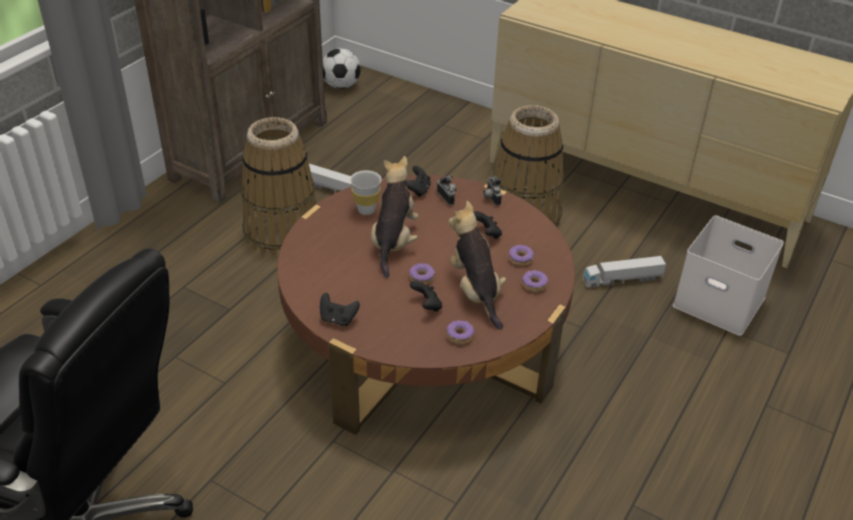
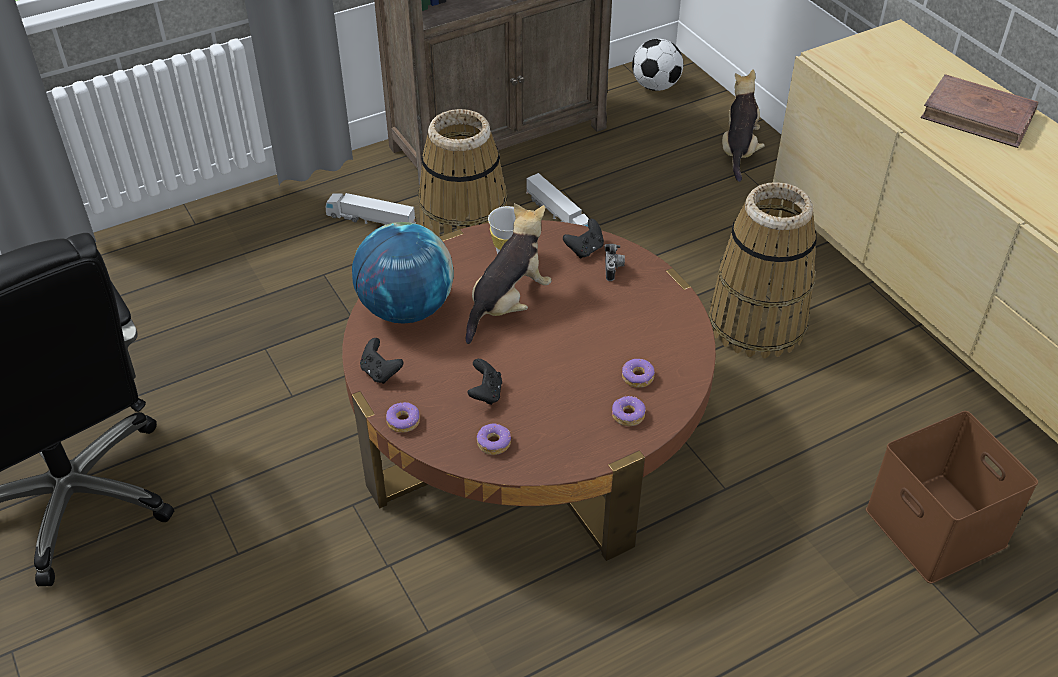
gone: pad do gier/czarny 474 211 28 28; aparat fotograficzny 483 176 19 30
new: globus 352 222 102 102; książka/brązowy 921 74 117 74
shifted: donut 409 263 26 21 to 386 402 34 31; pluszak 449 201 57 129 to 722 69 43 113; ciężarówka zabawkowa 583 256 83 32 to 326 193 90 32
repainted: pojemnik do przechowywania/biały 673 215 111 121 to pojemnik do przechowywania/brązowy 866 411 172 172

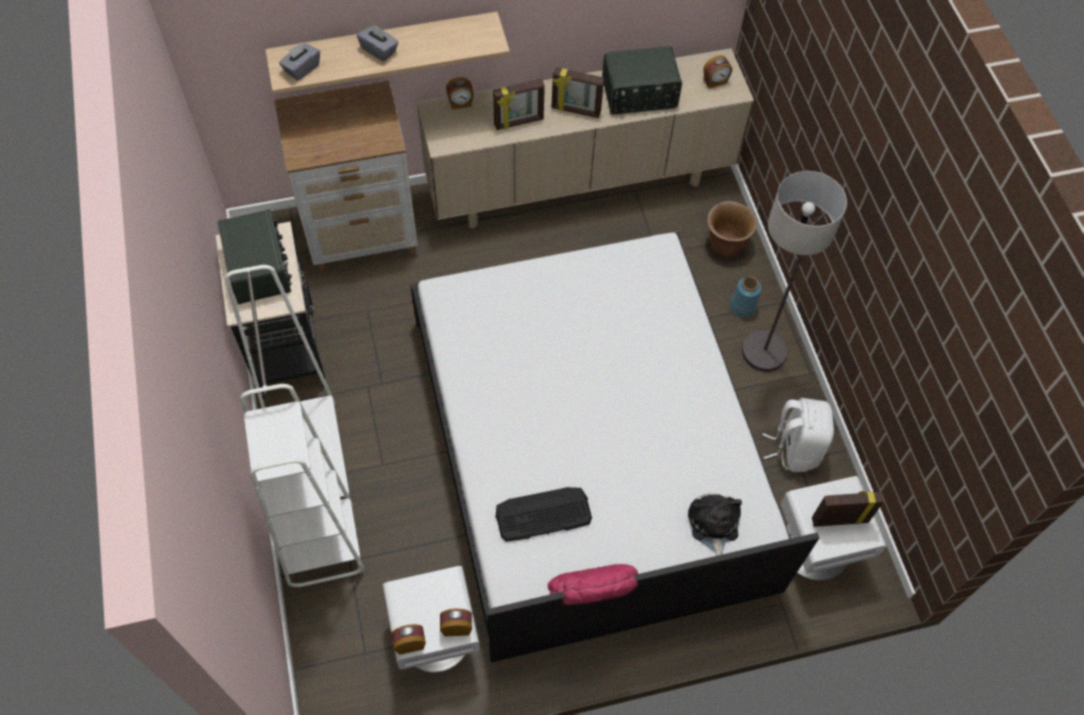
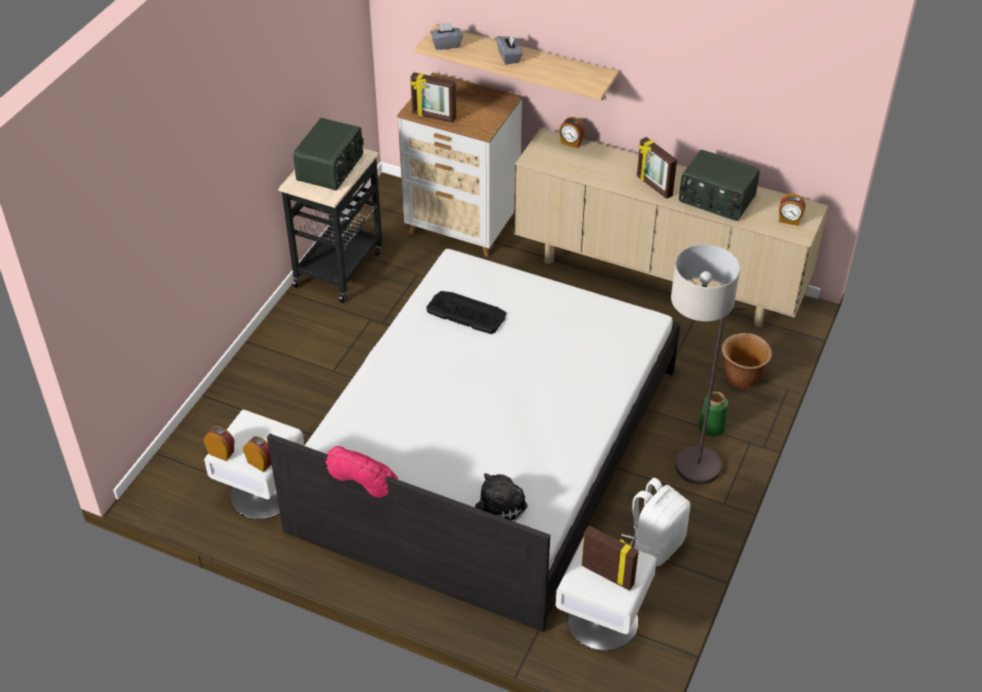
gone: wieszak/biały 225 265 139 322
shifted: ramka na zdjęcie 493 79 52 51 to 410 72 46 51; klawiatura 495 487 97 55 to 426 291 80 43
repainted: wazon/niebieski 730 277 31 41 to wazon/zielony 699 392 29 44

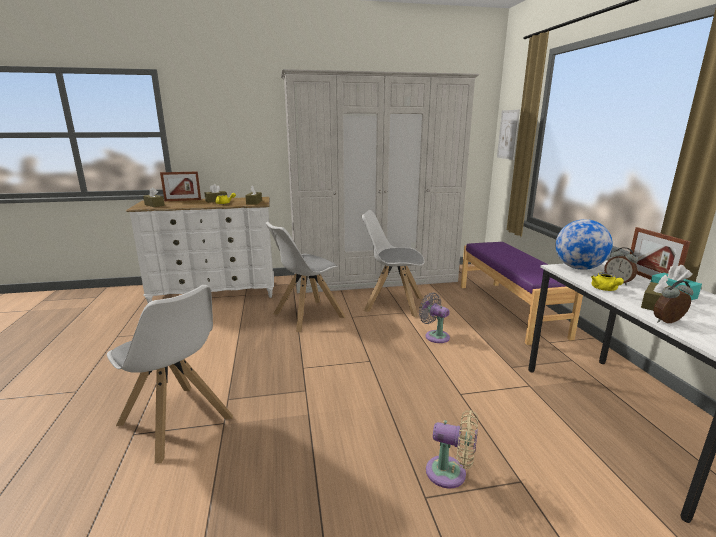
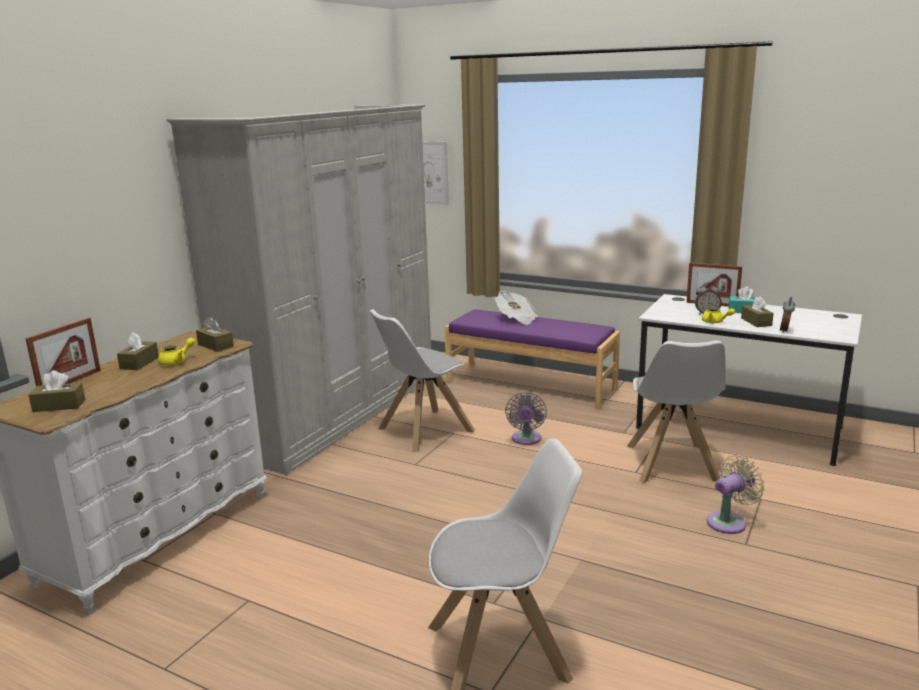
gone: globus 556 219 57 51
new: gazeta 495 291 43 34
shifted: krzesło 266 222 80 110 to 627 340 99 143
rotated: wentylator/szary 419 293 31 50 = 505 392 42 53 75 degrees counterclockwise

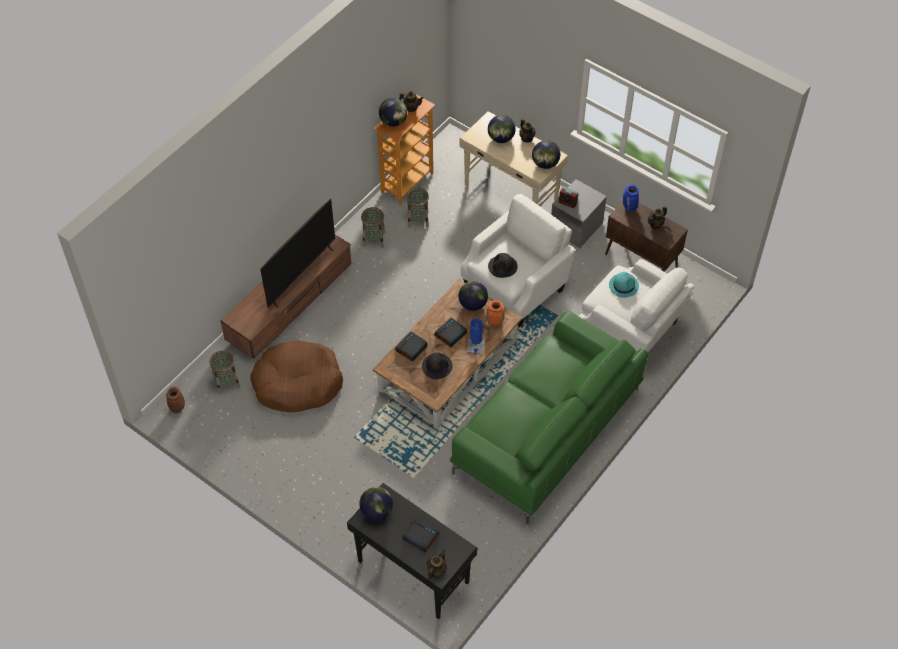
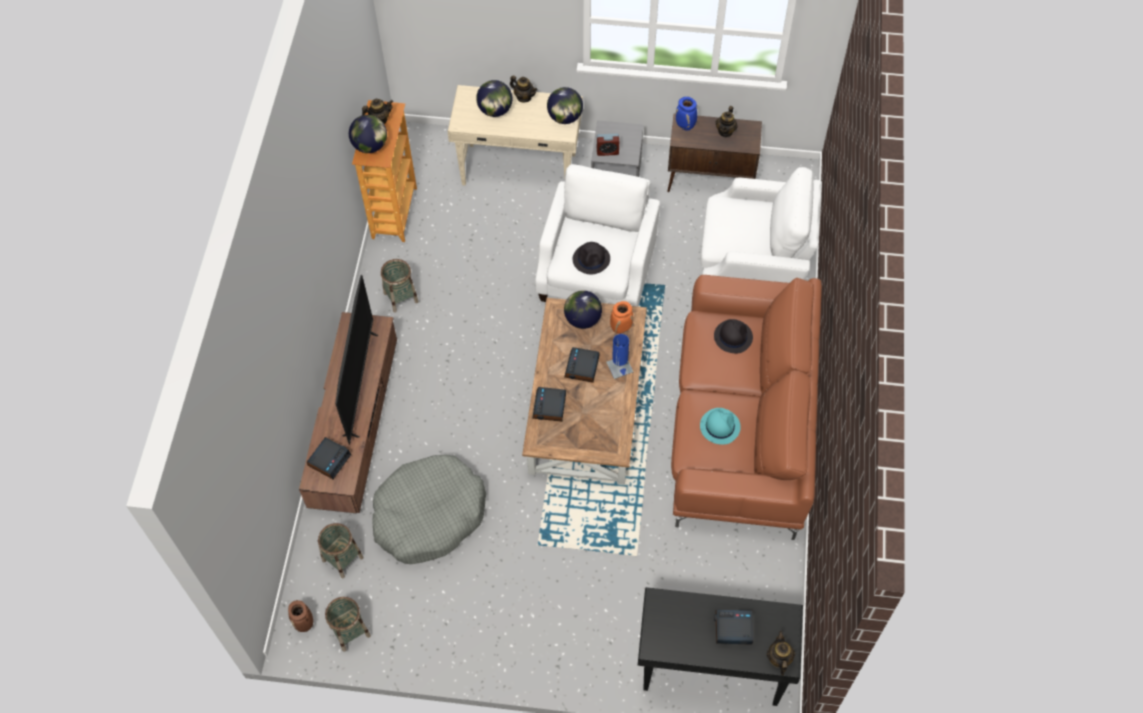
gone: globus 359 487 34 34
new: budzik 307 437 44 42
shifted: koszyk 406 188 23 40 to 325 597 46 55; kapelusz/czarny 422 352 31 27 to 714 319 39 34; kapelusz/turkusowy 609 272 30 26 to 700 408 41 37
repainted: legowisko/brązowy 250 340 93 72 to legowisko/szary 372 455 114 109; kanapa/zielony 450 311 198 213 to kanapa/brązowy 671 275 151 265

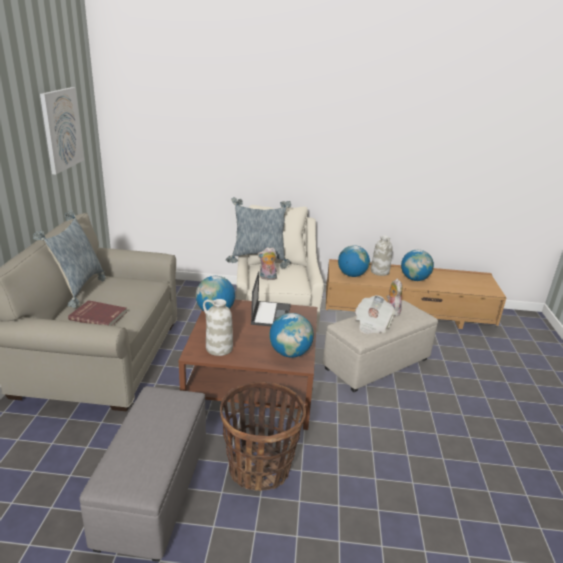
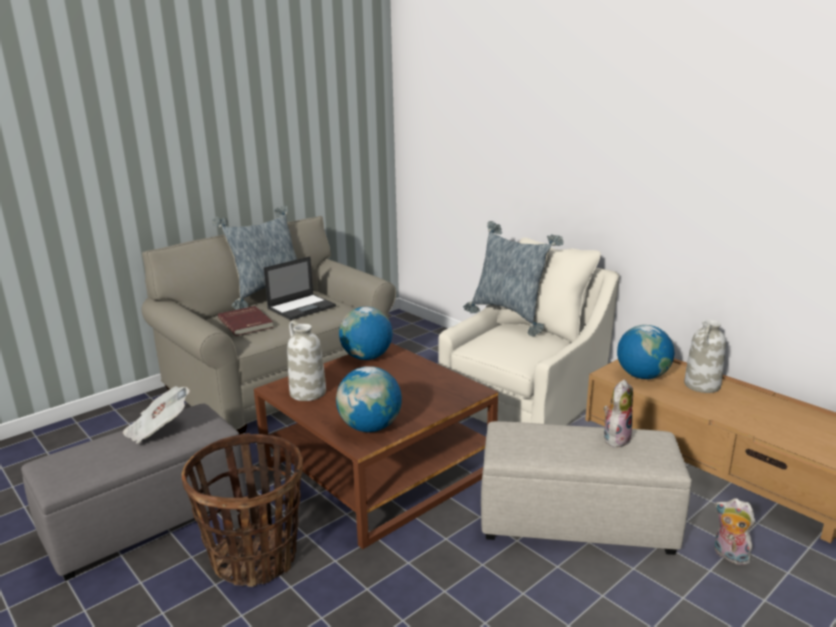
gone: obraz 40 87 44 88; globus 401 250 33 31
shifted: laptop 251 271 40 55 to 264 256 72 64; pluszak 258 247 19 33 to 715 498 40 67; gazeta 355 295 40 39 to 123 386 67 58

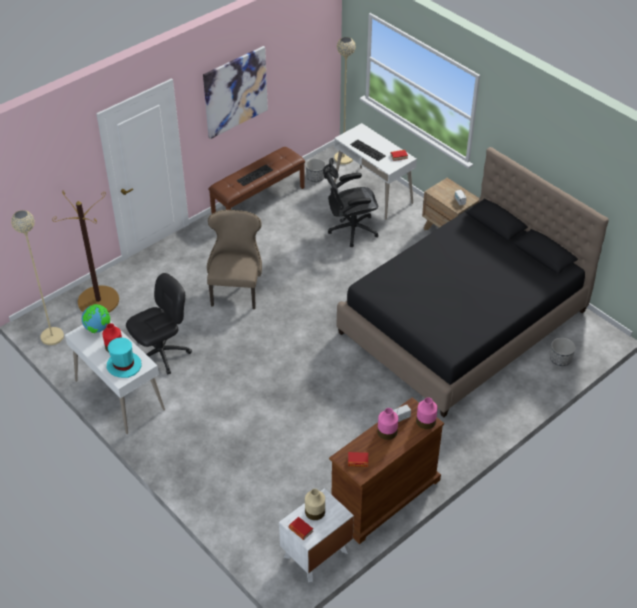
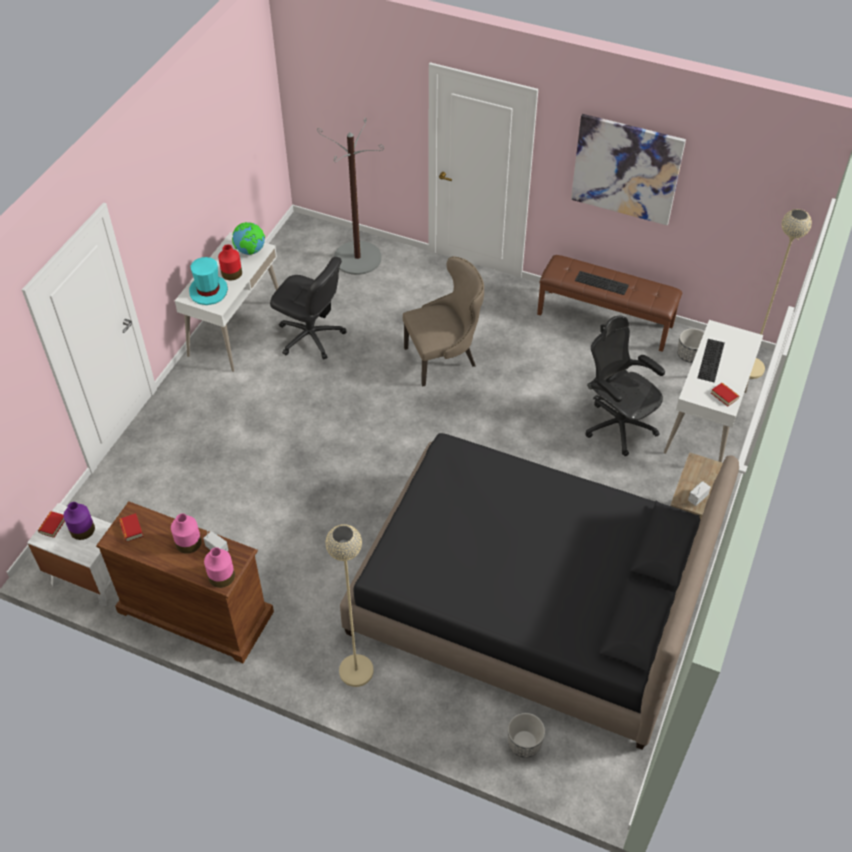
shifted: lampa stojąca/beżowy 11 210 53 135 to 326 524 48 163
repainted: wieszak/brązowy 52 190 67 122 to wieszak/szary 317 117 67 158; wazon/beżowy 305 489 20 31 to wazon/fioletowy 63 502 32 38

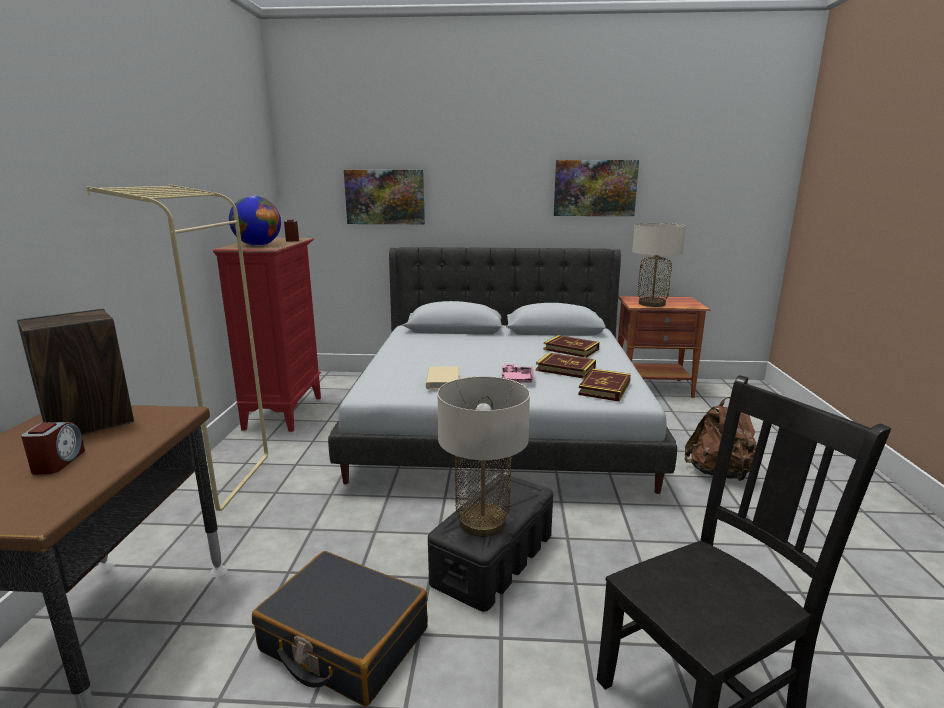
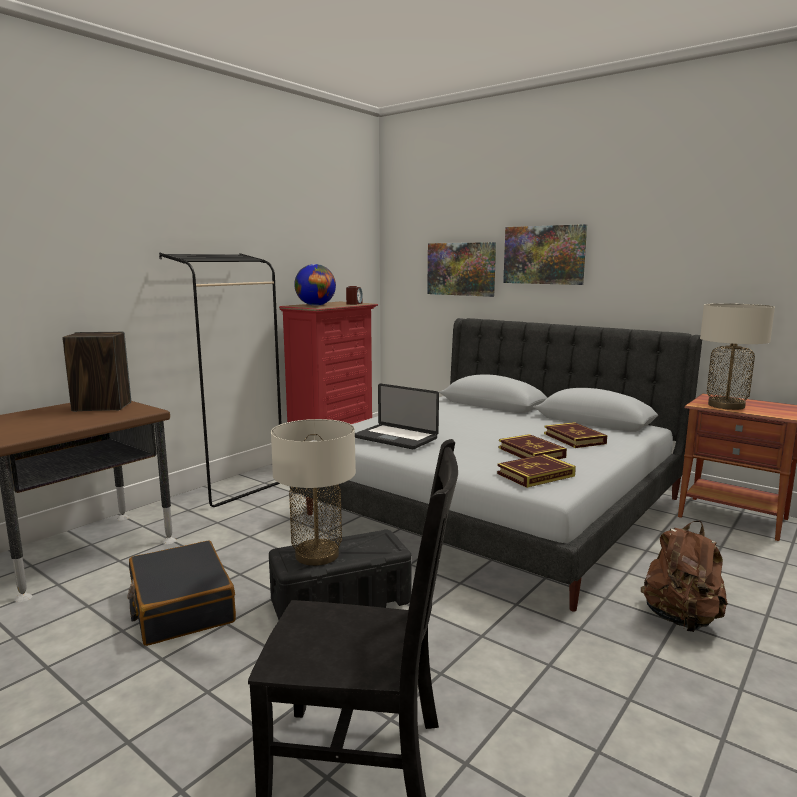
gone: budzik 21 422 64 52; taca/różowy 502 364 33 19
shifted: obraz 554 160 85 56 to 503 224 84 61
swapped: książka/beżowy 426 367 33 22 to laptop 355 383 84 66
repainted: wieszak/beżowy 87 184 181 327 to wieszak/czarny 159 253 123 254

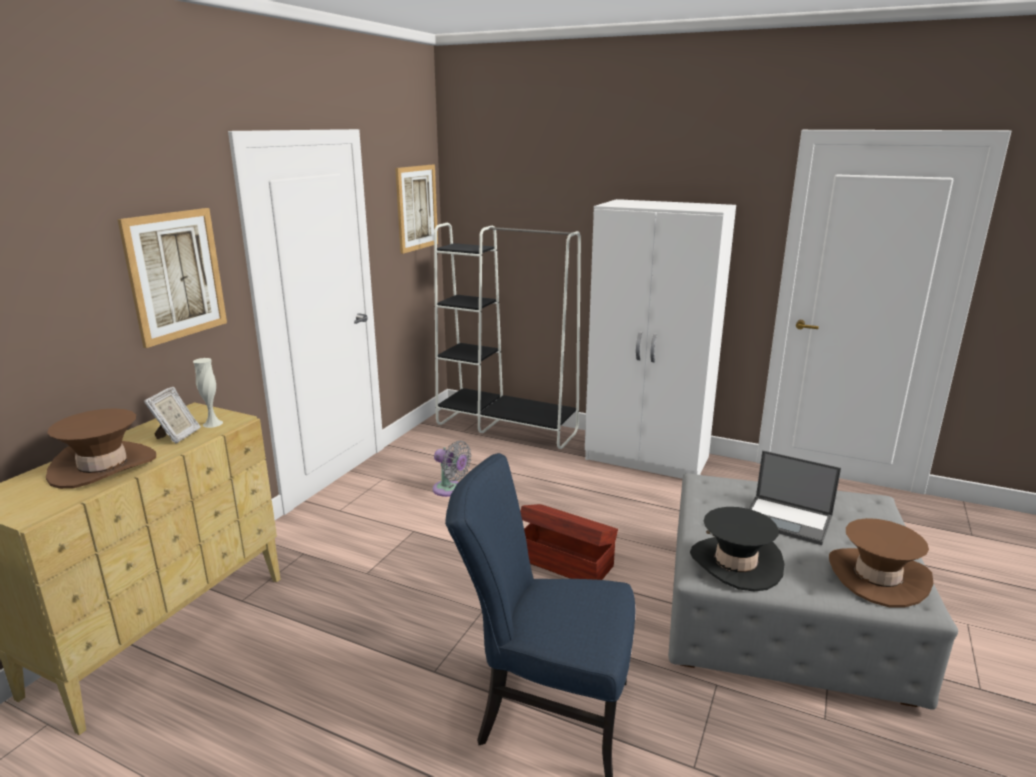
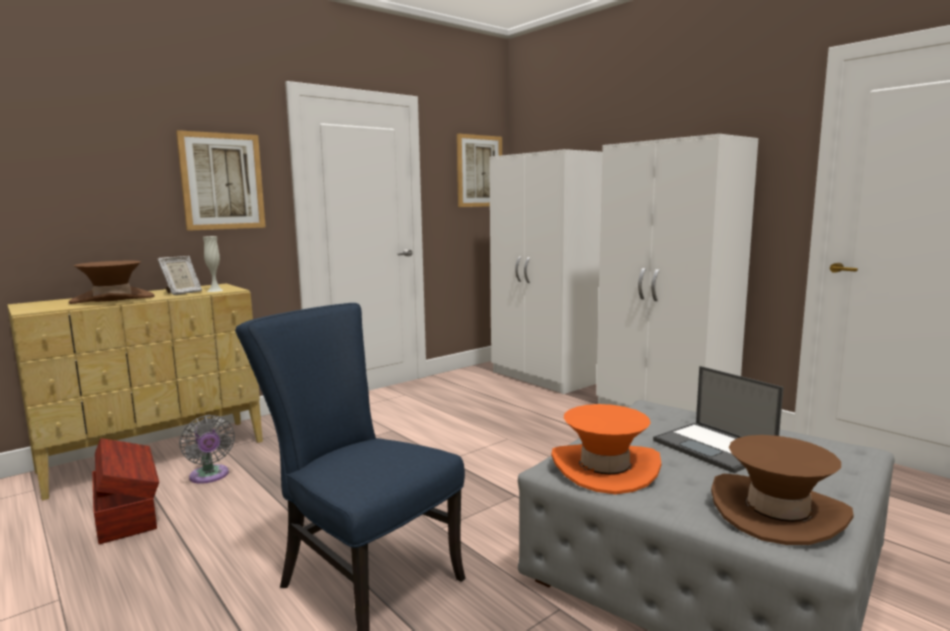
shifted: wentylator/szary 432 441 40 56 to 179 415 56 69; pojemnik do przechowywania/brązowy 520 504 98 76 to 92 438 67 106
swapped: wieszak/czarny 434 223 147 226 to szafa/biały 489 149 113 245
repainted: kapelusz/czarny 690 507 94 84 to kapelusz/pomarańczowy 551 404 110 90

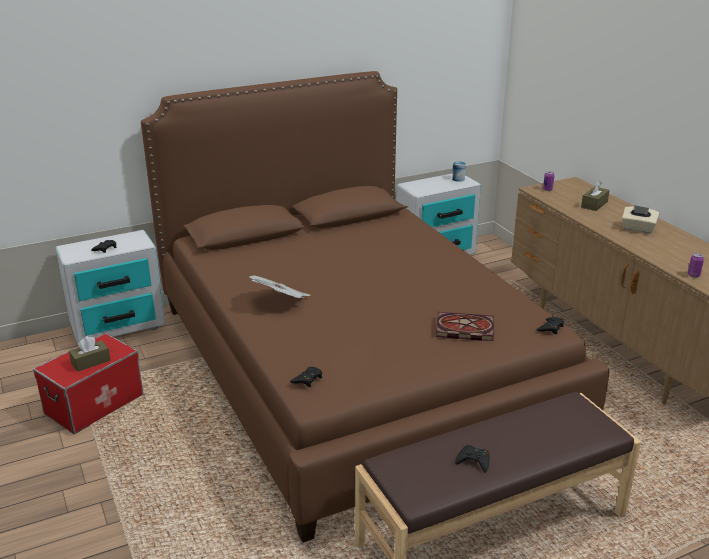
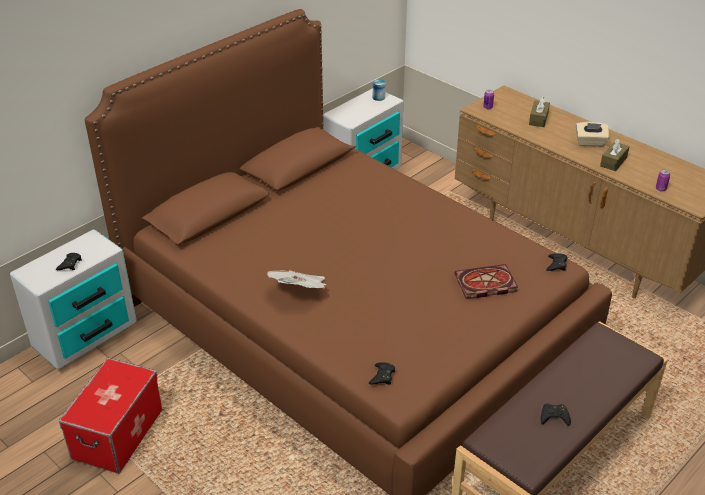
shifted: pudełko chusteczek/brązowy 69 336 41 36 to 600 139 29 32

